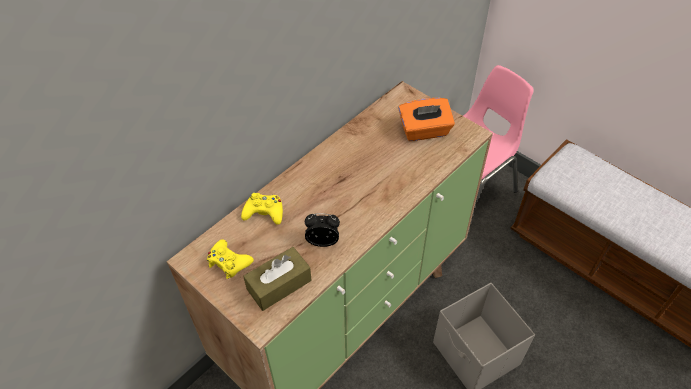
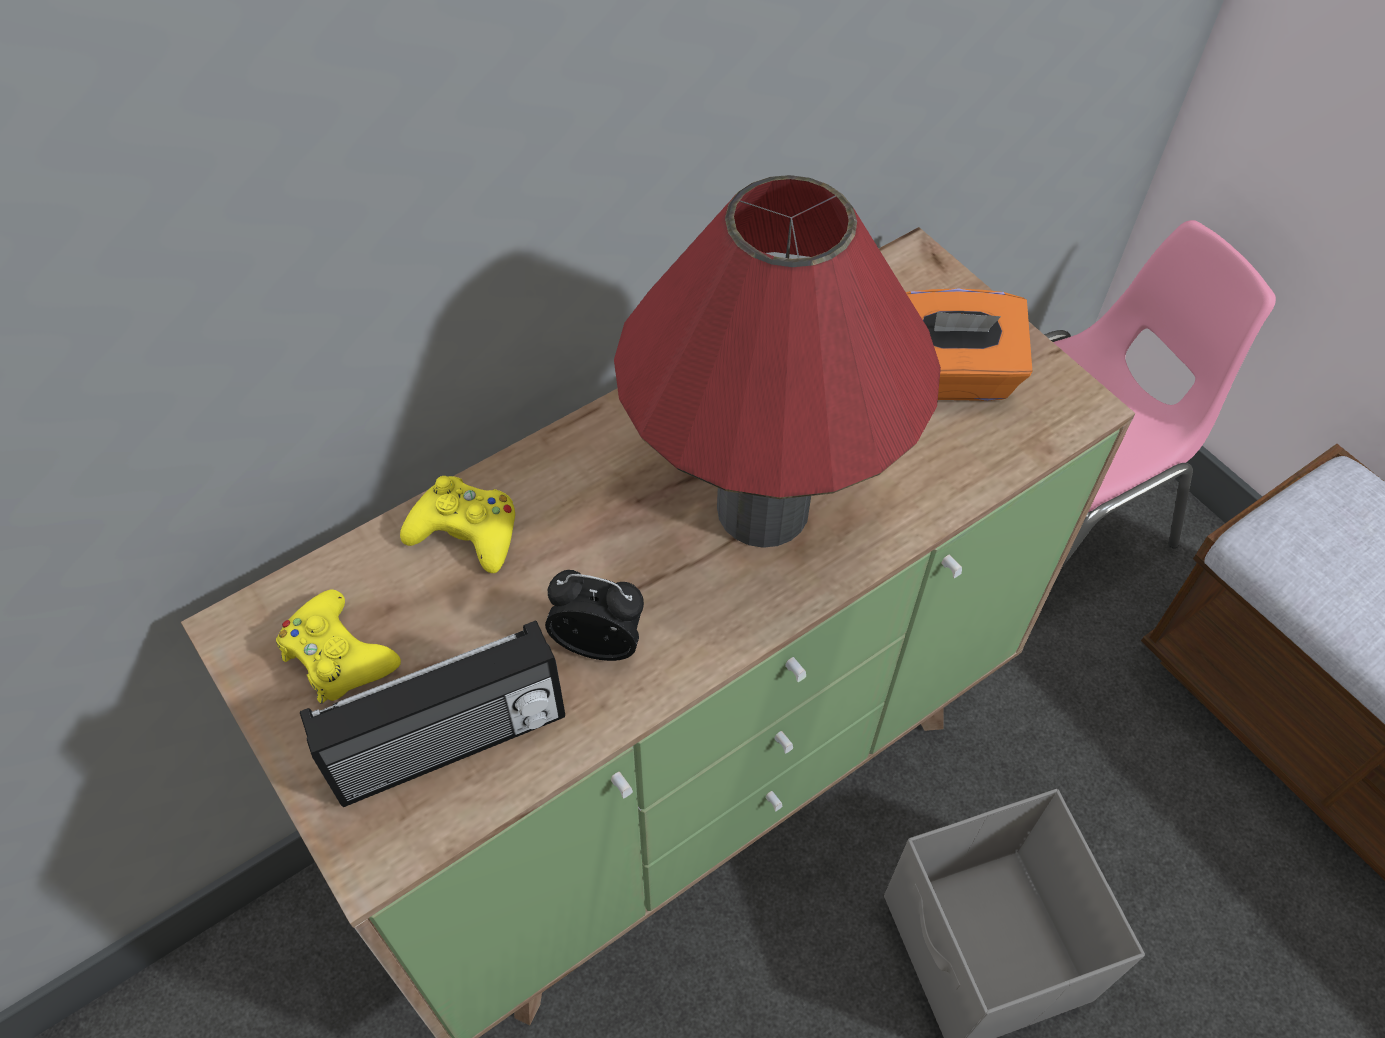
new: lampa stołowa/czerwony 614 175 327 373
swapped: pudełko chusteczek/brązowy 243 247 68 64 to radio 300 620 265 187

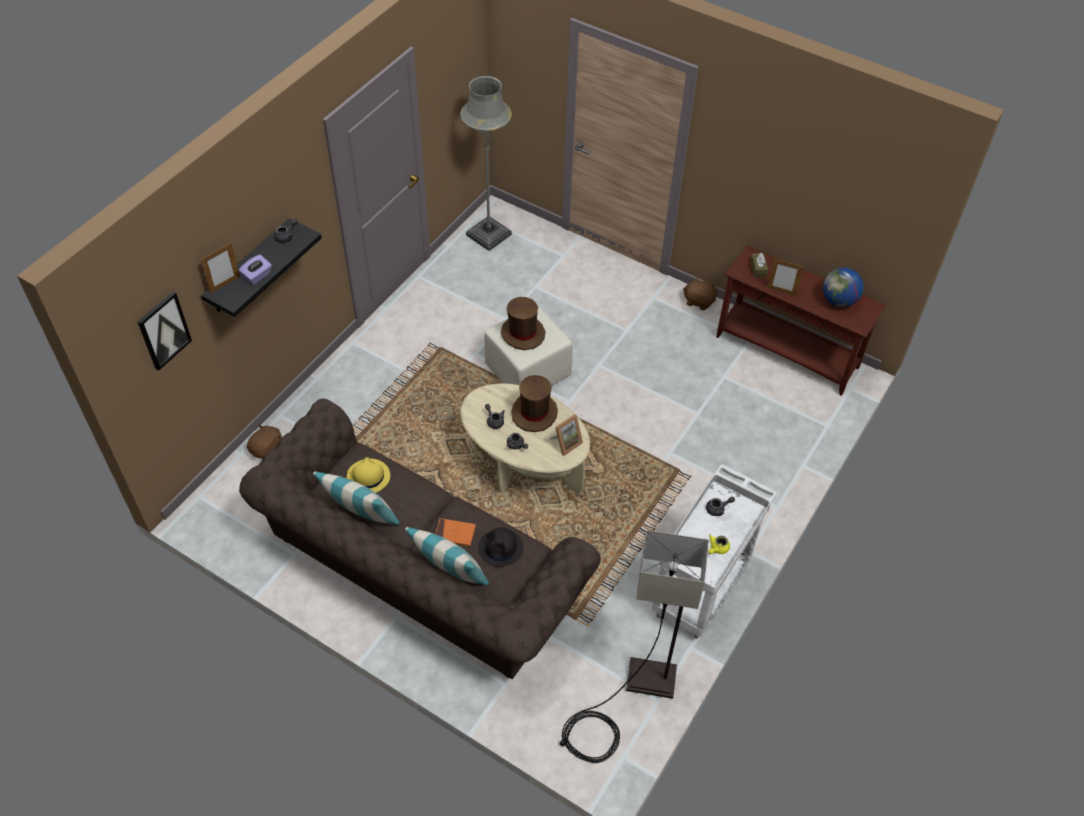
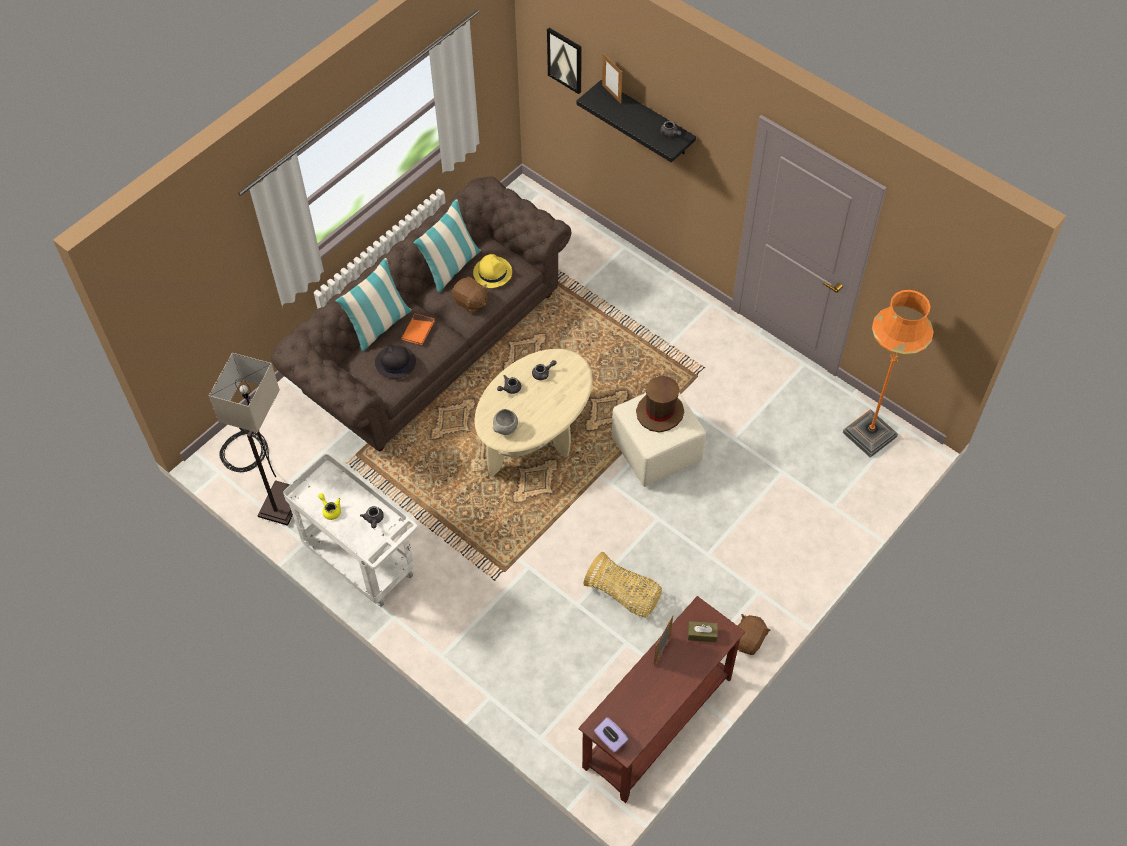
gone: kapelusz/brązowy 511 375 47 57; globus 823 267 41 40
new: koszyk 583 552 79 66
shifted: pudełko chusteczek/fioletowy 239 254 33 31 to 594 717 34 36; pluszak/brązowy 247 424 35 35 to 452 277 36 36
swapped: ramka na zdjęcie 550 414 33 42 to miska/szary 493 409 25 26
repainted: lampa stojąca/szary 460 75 52 176 to lampa stojąca/pomarańczowy 843 289 91 169

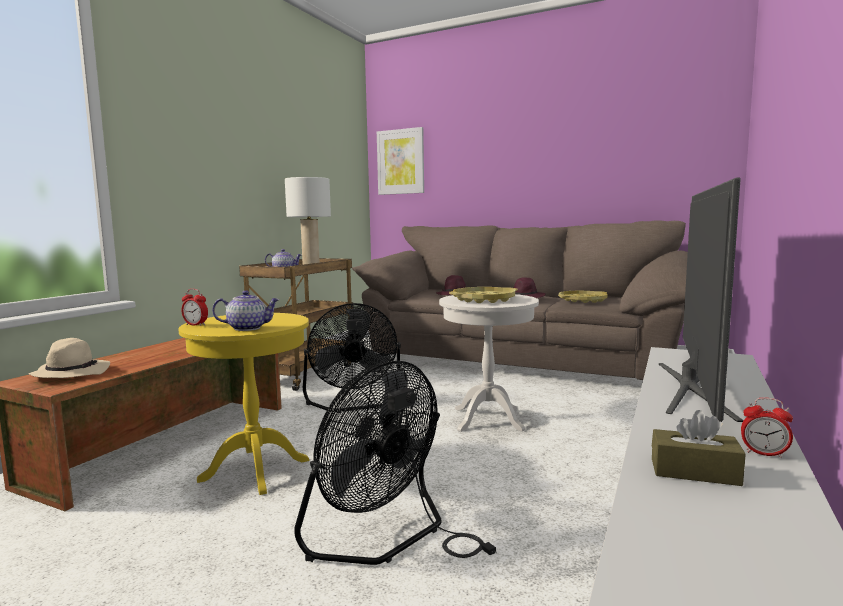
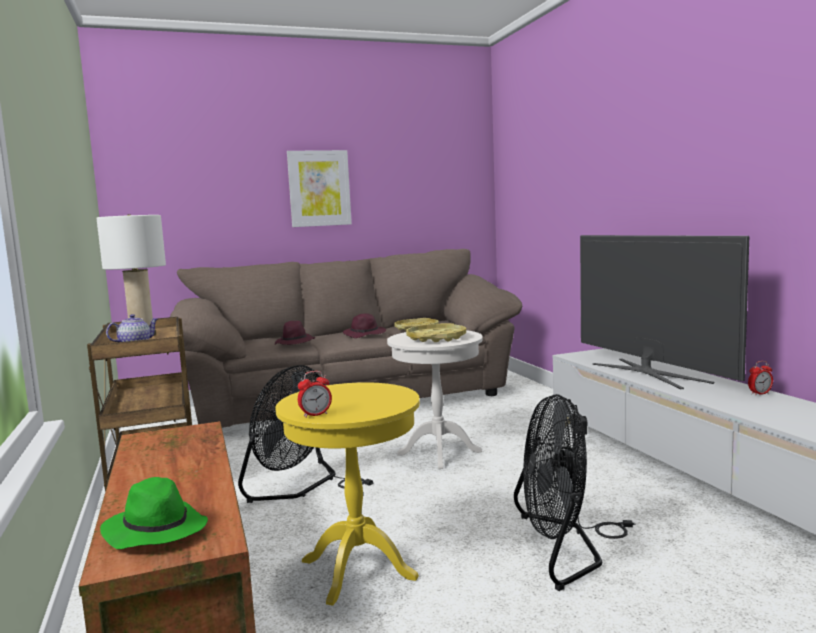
gone: imbryk 212 290 68 41; pudełko chusteczek/brązowy 652 410 94 76
shifted: obraz 377 127 47 68 to 287 150 65 77
repainted: kapelusz/beżowy 28 338 82 40 to kapelusz/zielony 100 477 108 72

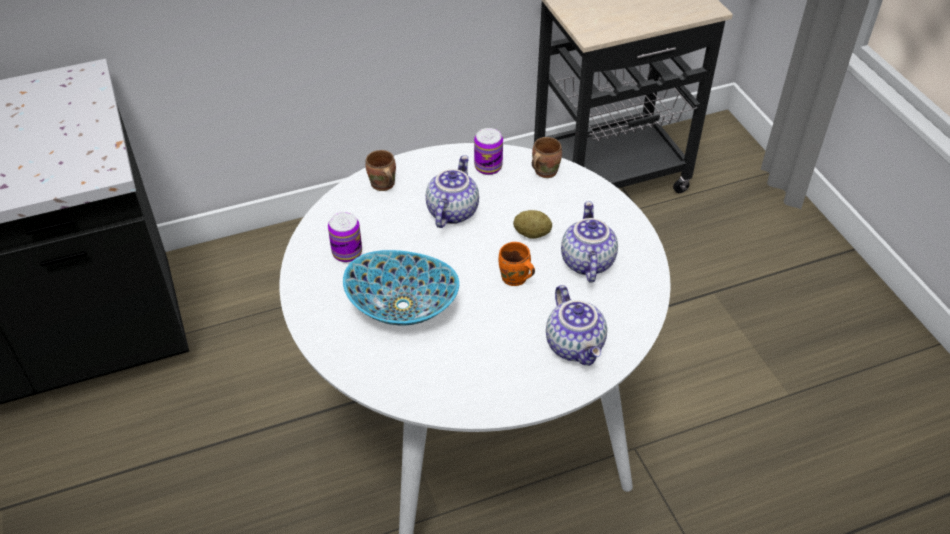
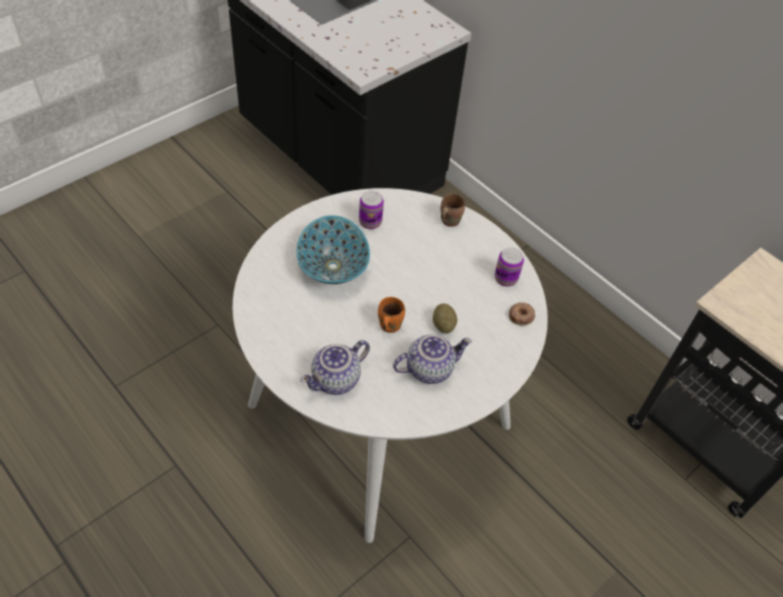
gone: imbryk 426 155 53 73
swapped: kubek/brązowy 532 137 30 41 to donut 509 303 26 22

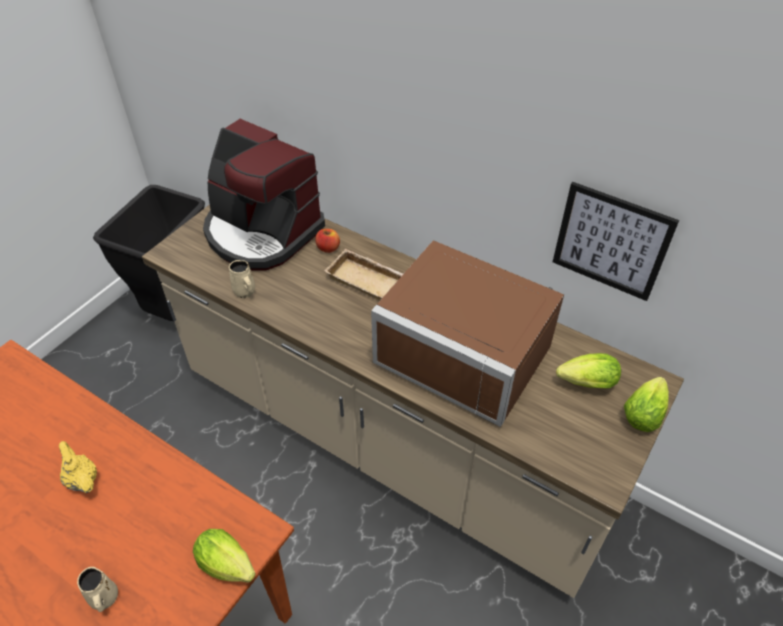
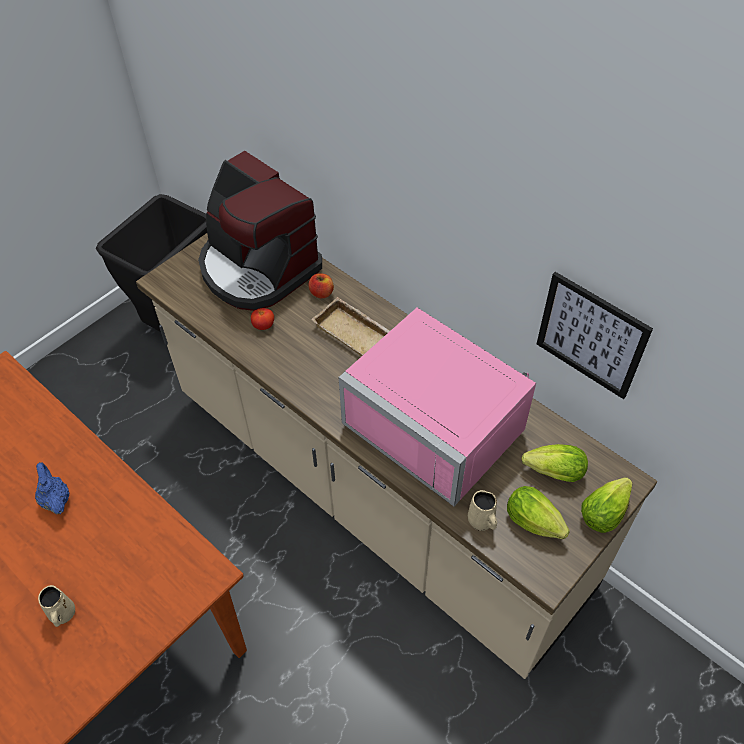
new: pomidor 251 308 23 22
shifted: sałata 193 529 63 54 to 507 486 63 53; kubek/beżowy 229 260 26 38 to 468 490 29 41
repainted: imbryk/żółty 59 441 38 52 to imbryk/niebieski 35 462 34 53; mikrofalówka/brązowy 371 240 193 187 to mikrofalówka/różowy 339 308 197 198

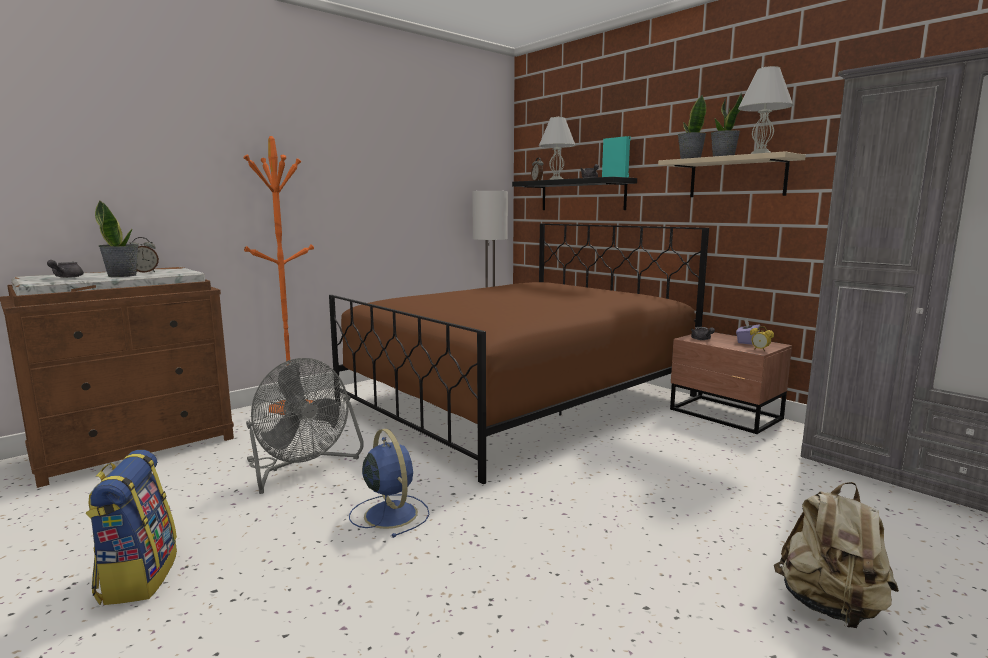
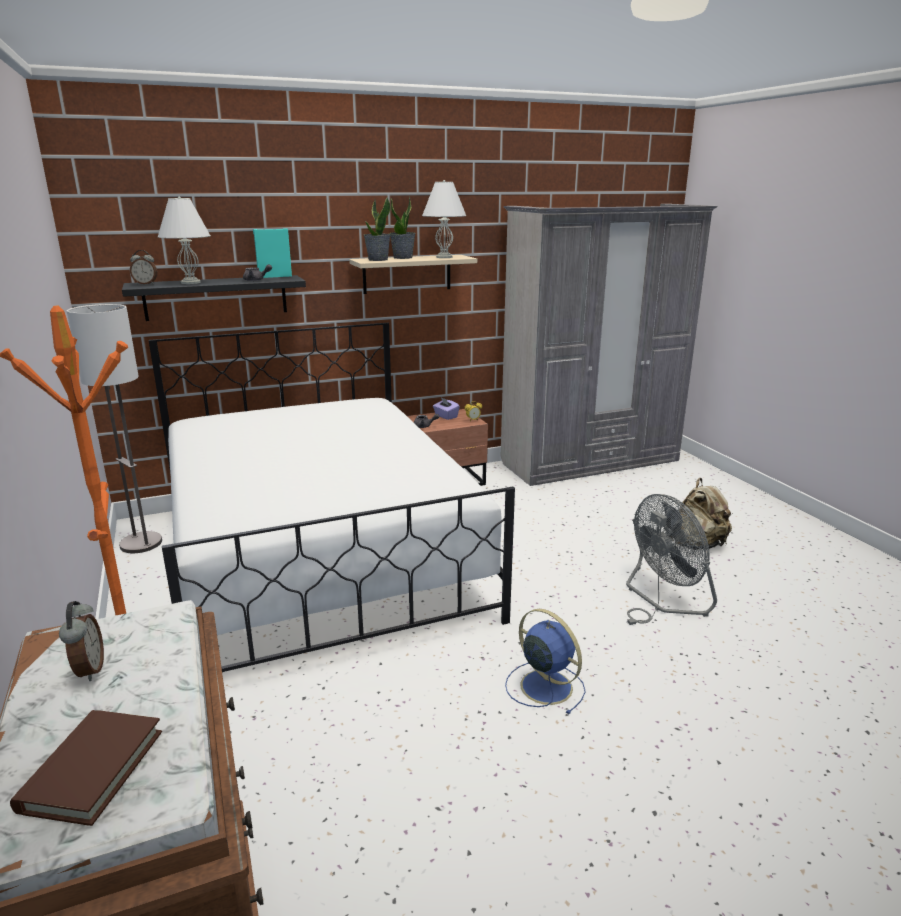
gone: plecak 86 450 91 155; roślina doniczkowa 95 200 43 77
shifted: wentylator/szary 246 358 118 136 to 626 494 91 131
swapped: imbryk/szary 47 260 37 18 to książka/brązowy 10 710 152 116
repainted: łóżko/brązowy 329 224 380 260 to łóżko/biały 149 323 366 349
rotated: wentylator/niebieski 349 429 81 109 = 505 609 81 105 60 degrees clockwise

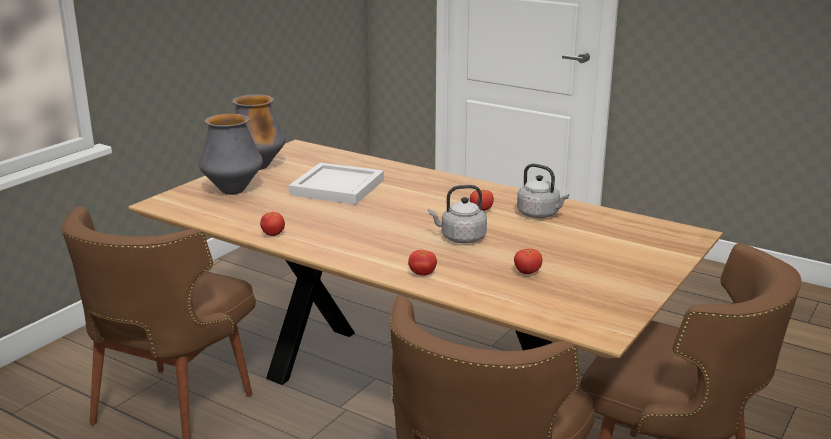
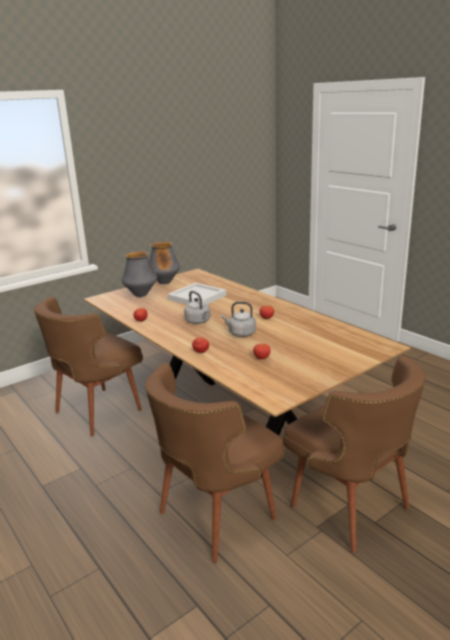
shifted: czajnik/szary 517 164 52 54 to 184 291 26 33

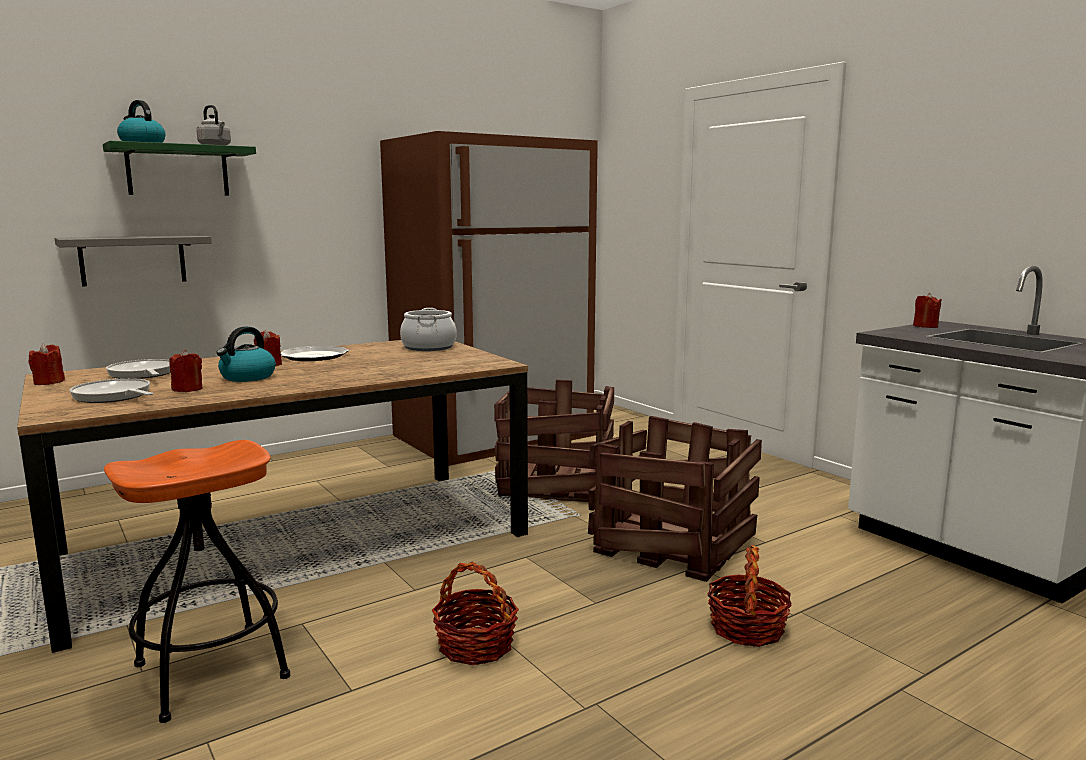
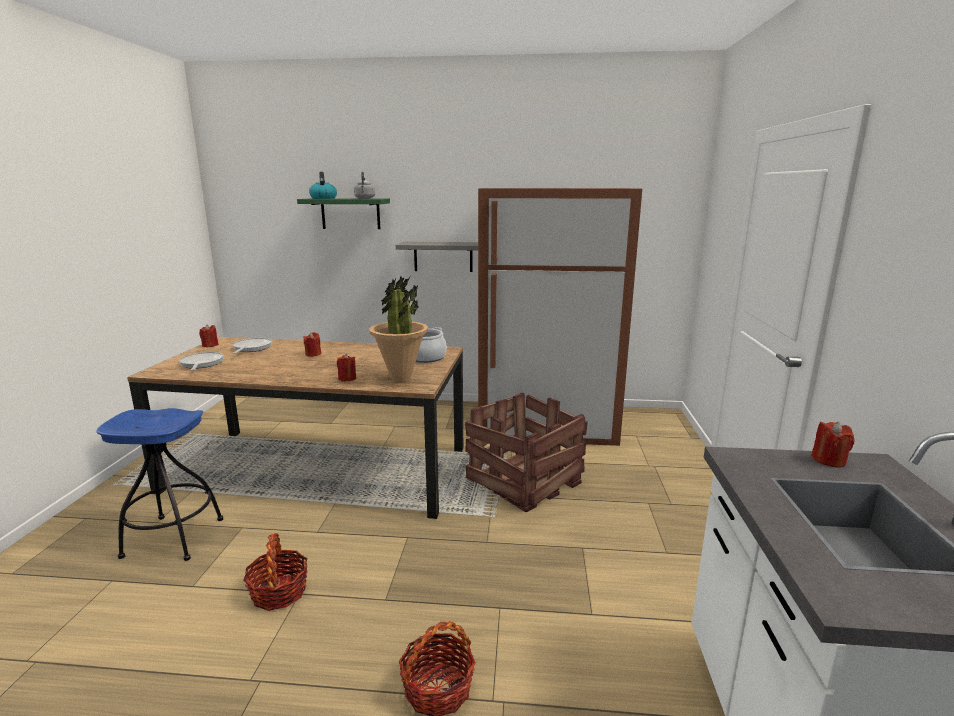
gone: czajnik 216 326 60 56; talerz 281 346 68 15; skrzynka 588 416 174 166
new: roślina doniczkowa 369 277 59 106
shifted: półka/szary 55 235 157 51 to 396 242 82 30; świeca/czerwony 169 349 34 43 to 337 354 19 27
repainted: stołek/pomarańczowy 104 440 186 283 to stołek/niebieski 96 408 127 153

